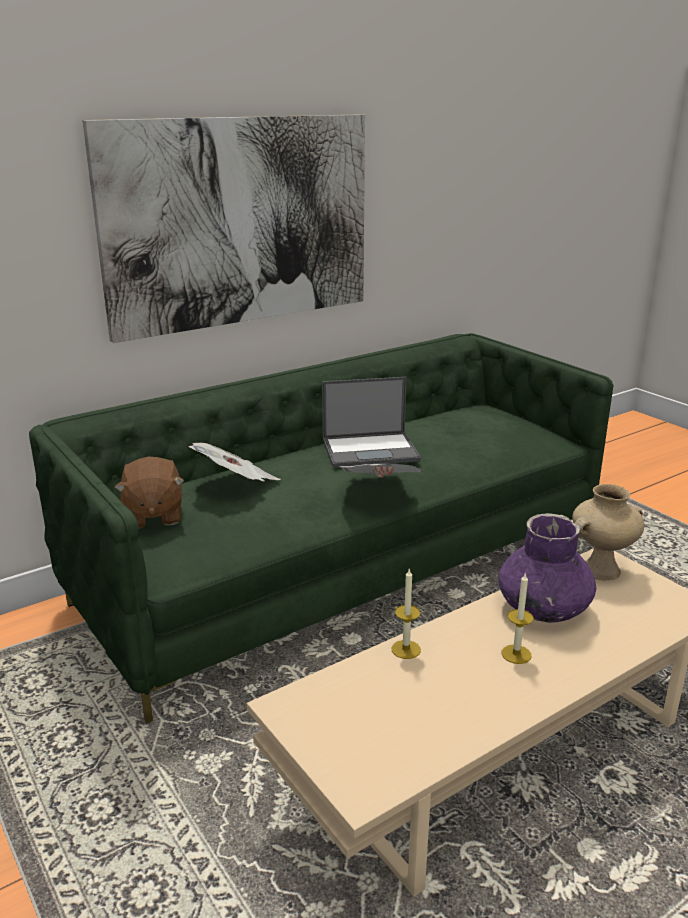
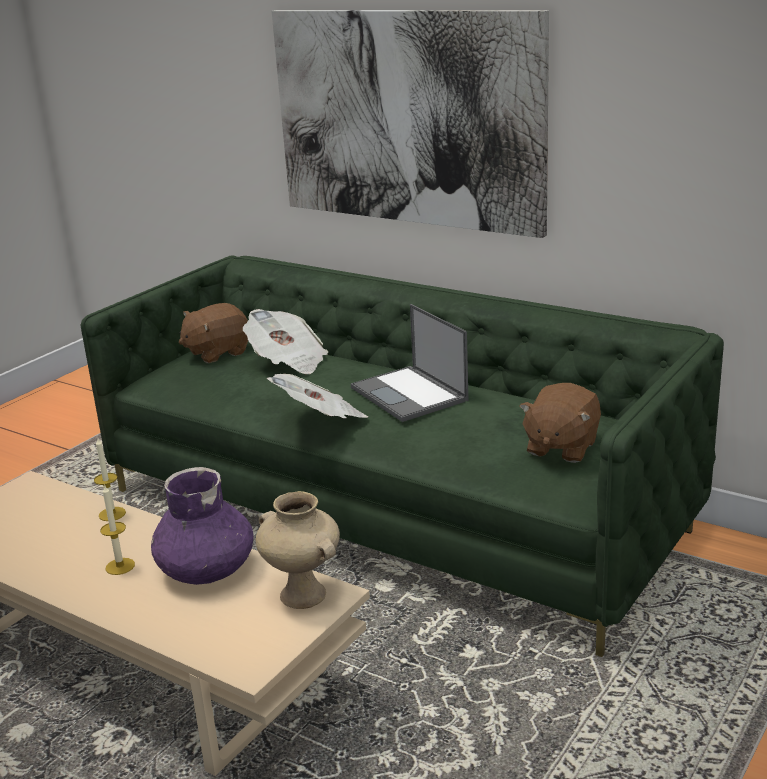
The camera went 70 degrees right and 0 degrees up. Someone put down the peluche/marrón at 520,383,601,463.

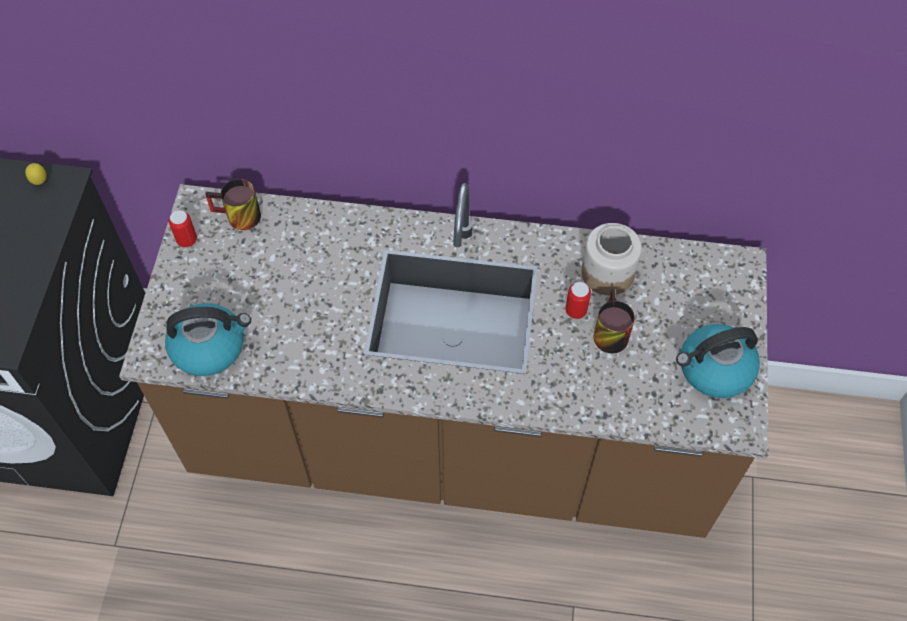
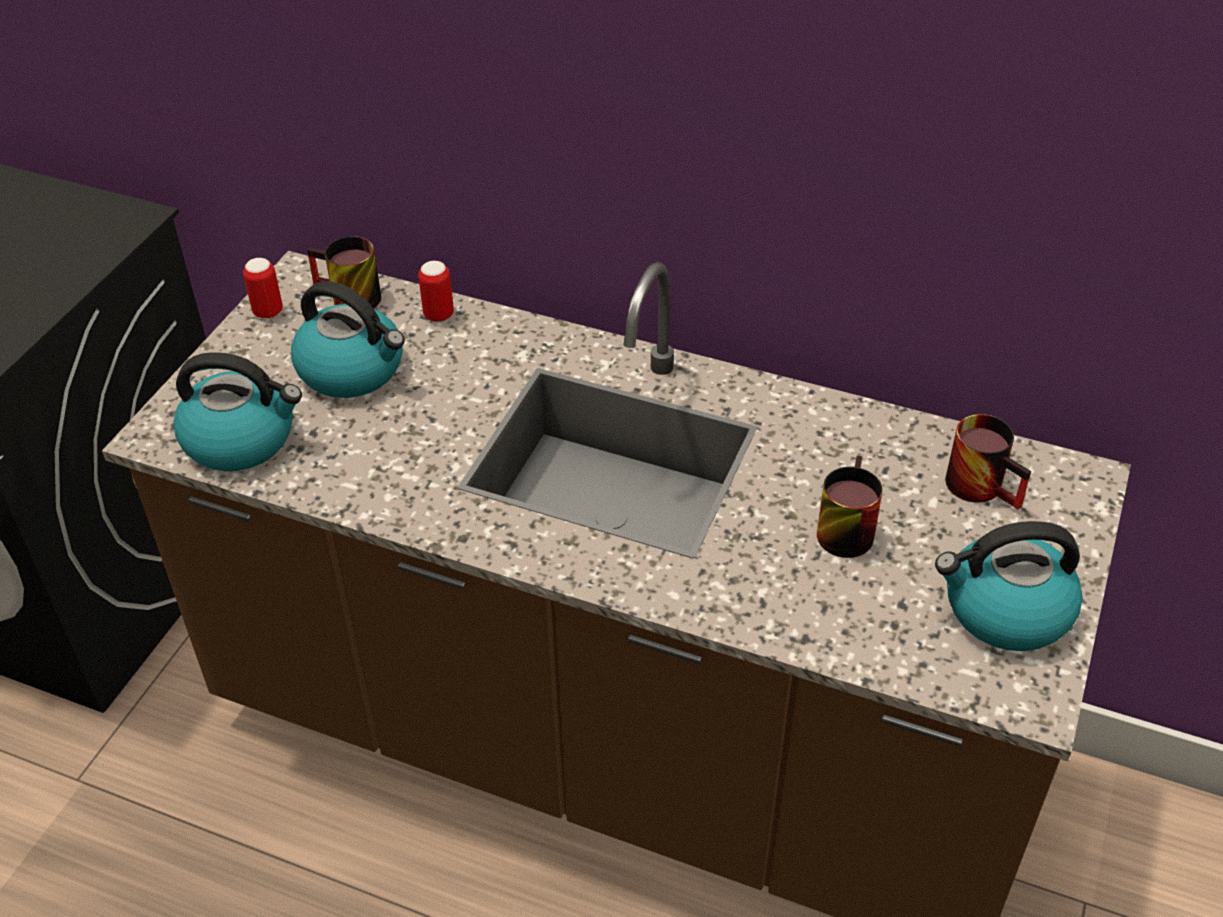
The camera went 15 degrees right and 15 degrees down. Someone took away the limón at 25,163,47,185. Someone took away the tarro at 581,223,642,295. Someone put down the hervidor at 291,281,405,398. Someone put down the taza grande at 945,414,1031,510. Someone carried the lata from 565,282,591,319 to 418,261,454,322.

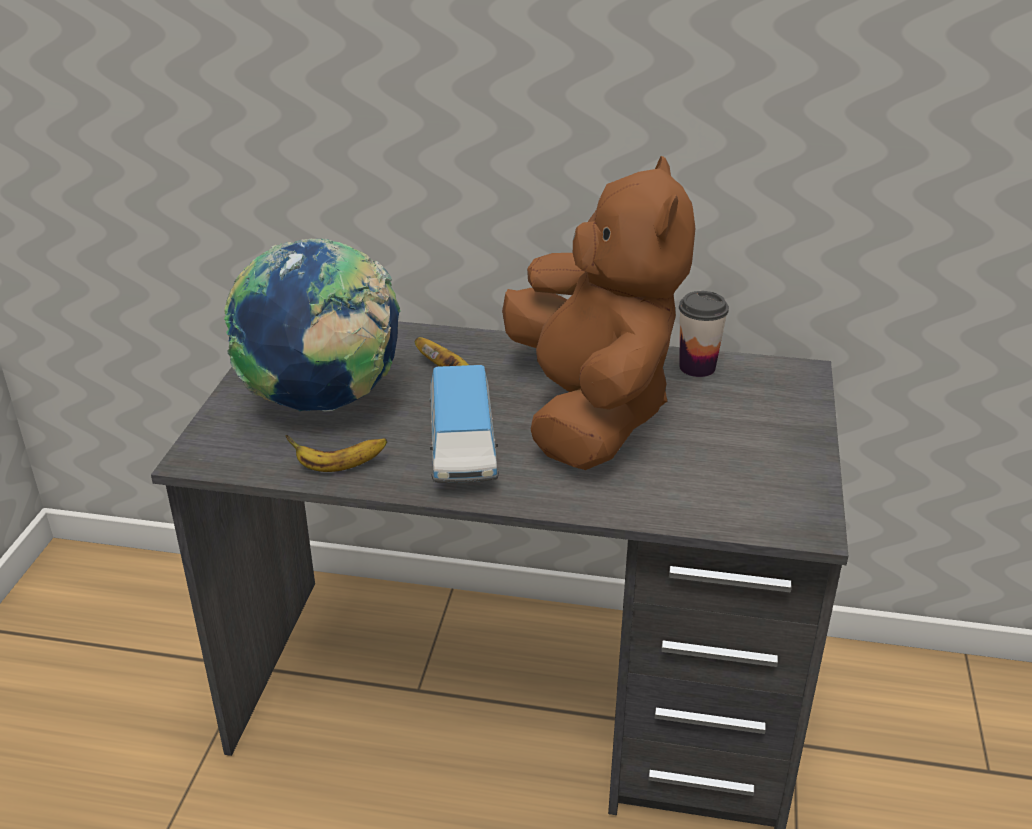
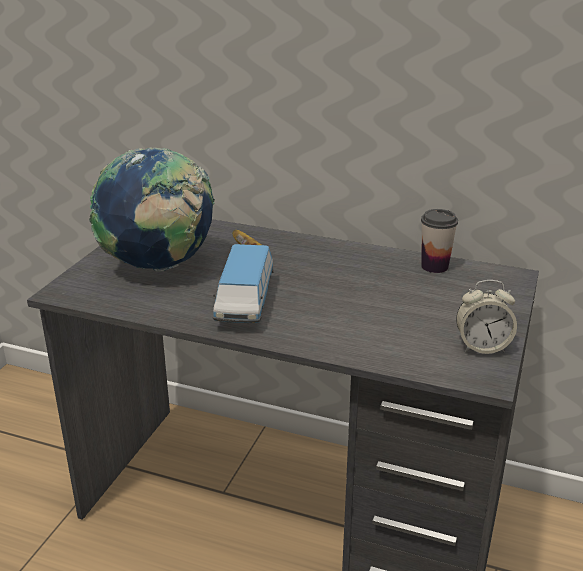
The camera went 10 degrees right and 5 degrees down. Someone took away the plátano at 285,435,387,472. Someone took away the peluche/marrón at 502,156,696,470. Someone put down the despertador at 456,280,517,354.

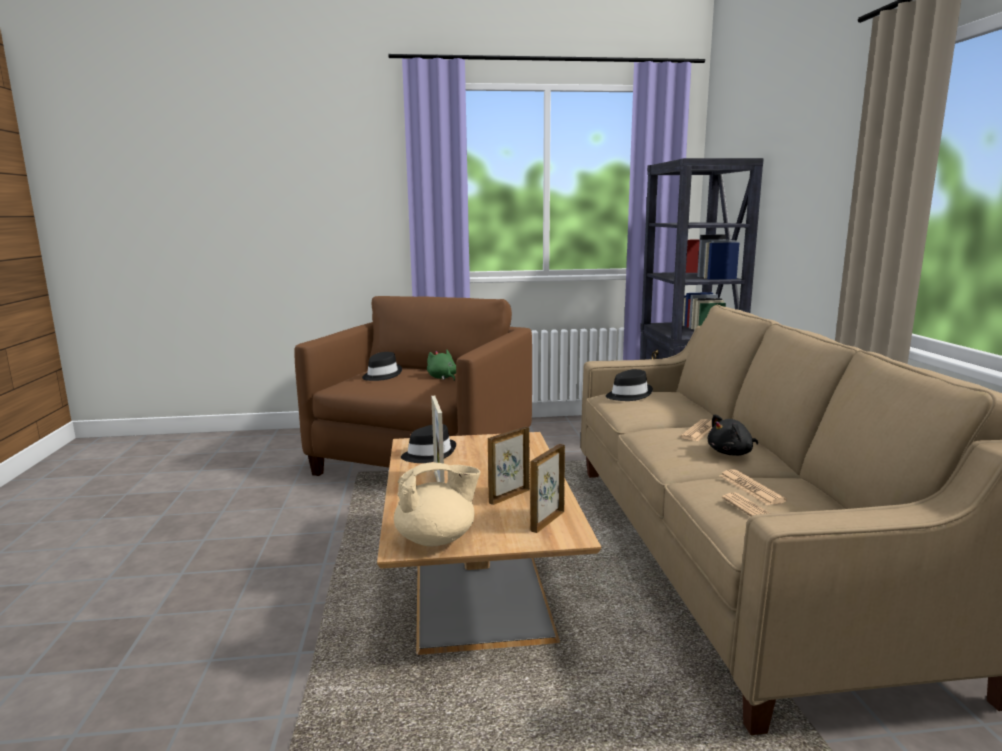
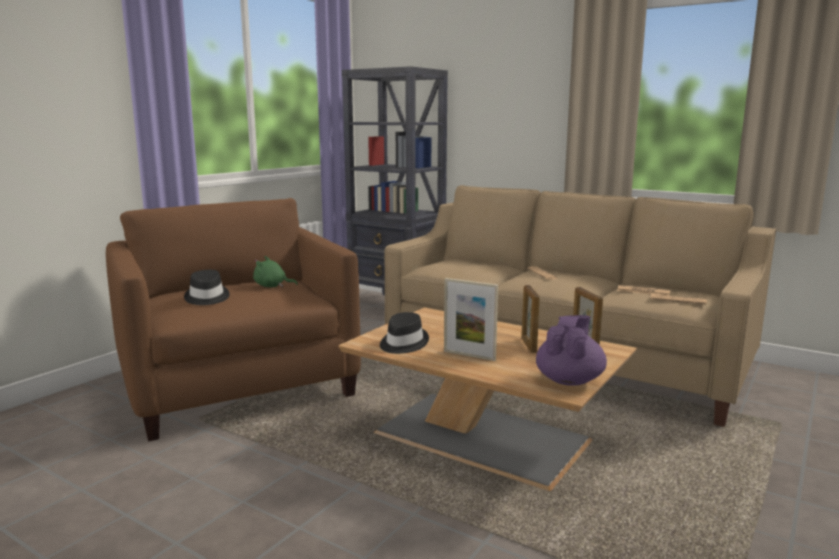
The camera went 50 degrees left and 0 degrees up. Someone took away the sombrero/negro at 606,369,653,401. Someone took away the peluche/negro at 708,414,758,456. Someone repainted the tetera/beis at 394,463,481,546, which became the tetera/morado at 536,315,607,386.

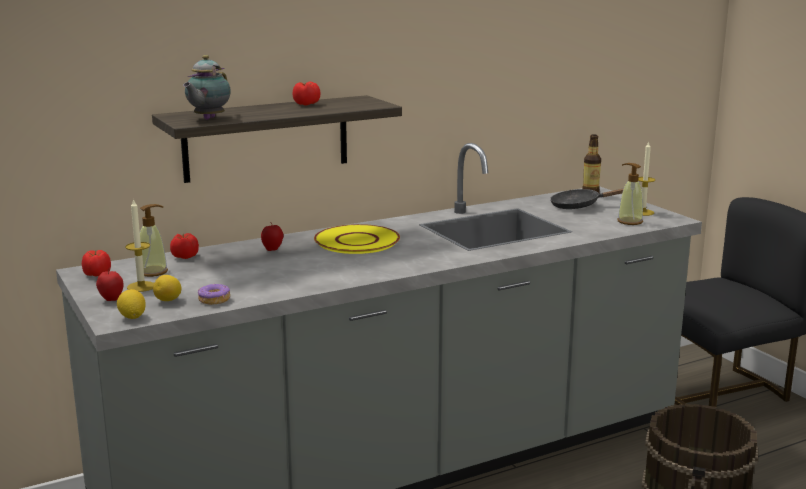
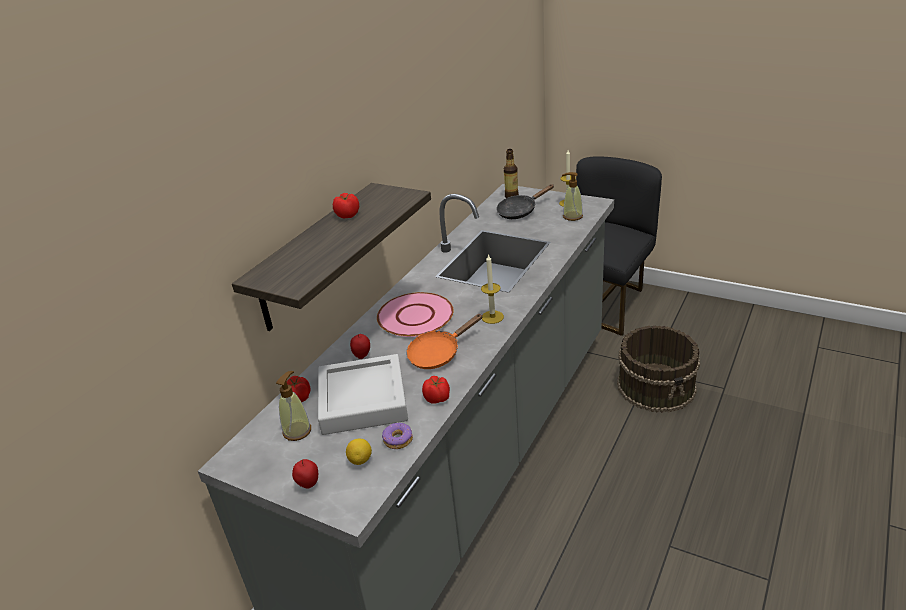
The camera went 30 degrees left and 15 degrees up. Someone took away the limón at 117,289,146,319. Someone took away the tetera at 183,55,231,120. Someone put down the bandeja/gris at 318,354,408,435. Someone put down the sartén/naranja at 406,314,483,369. Someone carried the tomate from 82,250,111,277 to 422,376,450,404. Someone carried the vela from 125,198,154,292 to 481,254,504,324. Someone repainted the plato/amarillo at 314,224,400,254, which became the plato/rosa at 377,292,453,337.

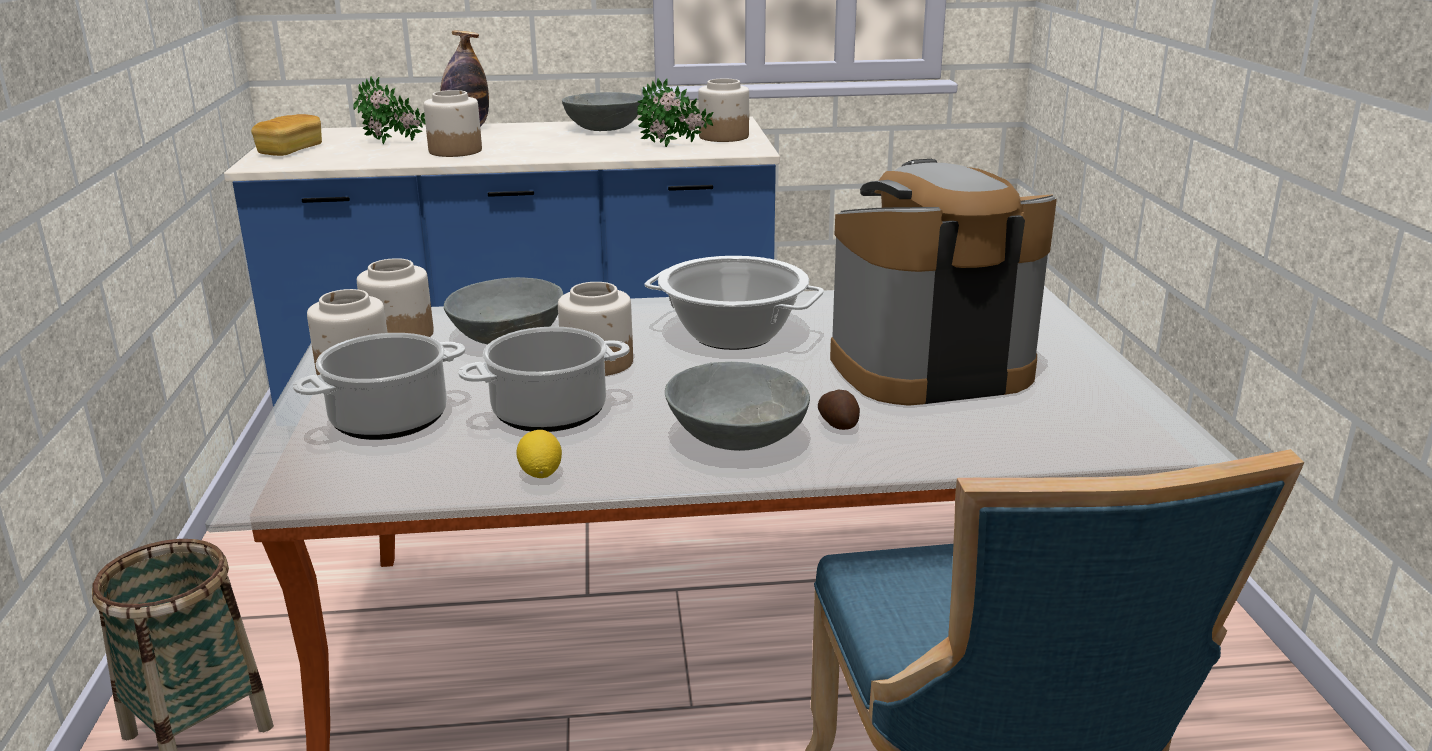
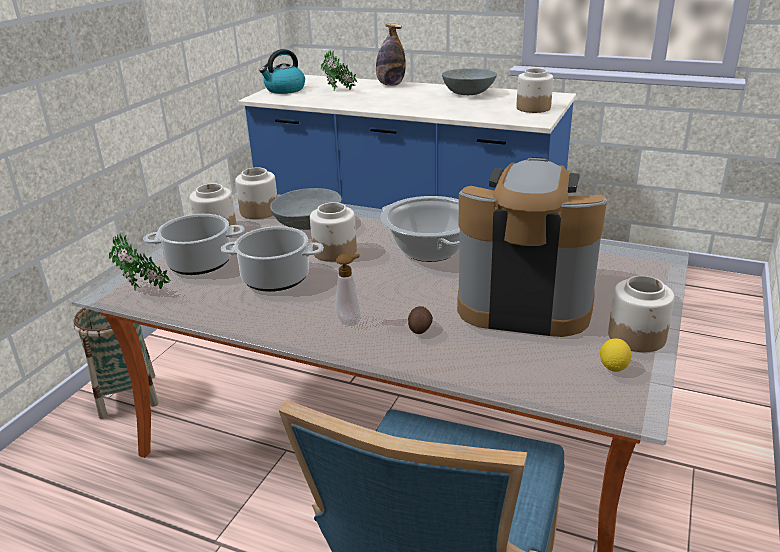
The camera went 30 degrees right and 5 degrees up. Someone carried the tarro from 424,90,482,157 to 608,276,675,352. Someone carried the limón from 517,430,562,478 to 600,338,632,372. Someone carried the planta en maceta from 637,78,713,147 to 109,233,171,291. Someone swapped the pan at 251,114,322,156 for the hervidor at 259,49,305,94. Someone swapped the cuenco/gris at 665,362,810,451 for the dispensador de jabón at 335,254,361,326.

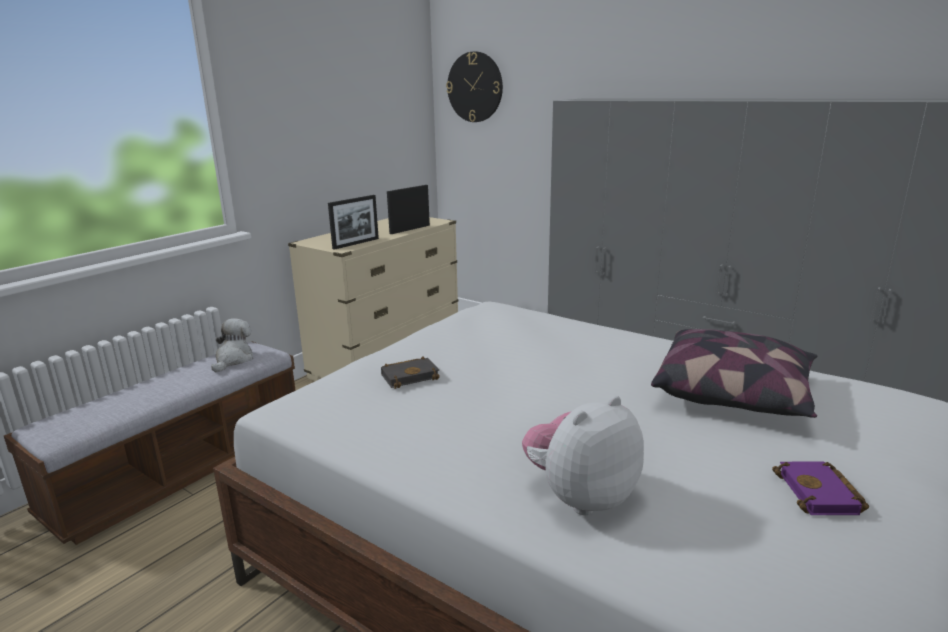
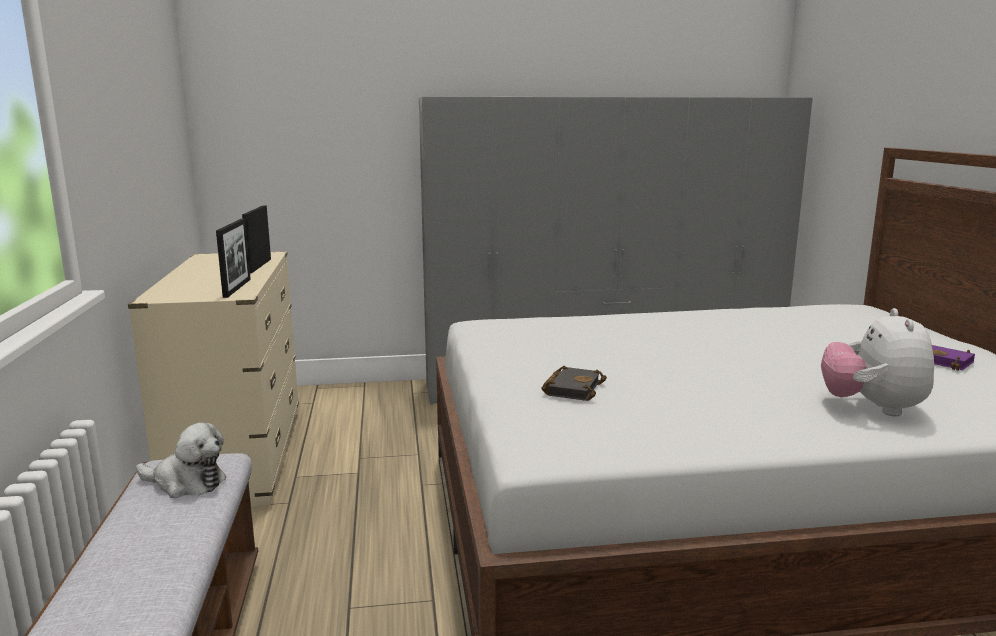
The camera went 45 degrees left and 5 degrees down. Someone took away the reloj de pared at 446,51,503,122. Someone took away the cojín at 651,329,818,418. Someone rotated the peluche at 211,318,253,372 by 135 degrees clockwise.

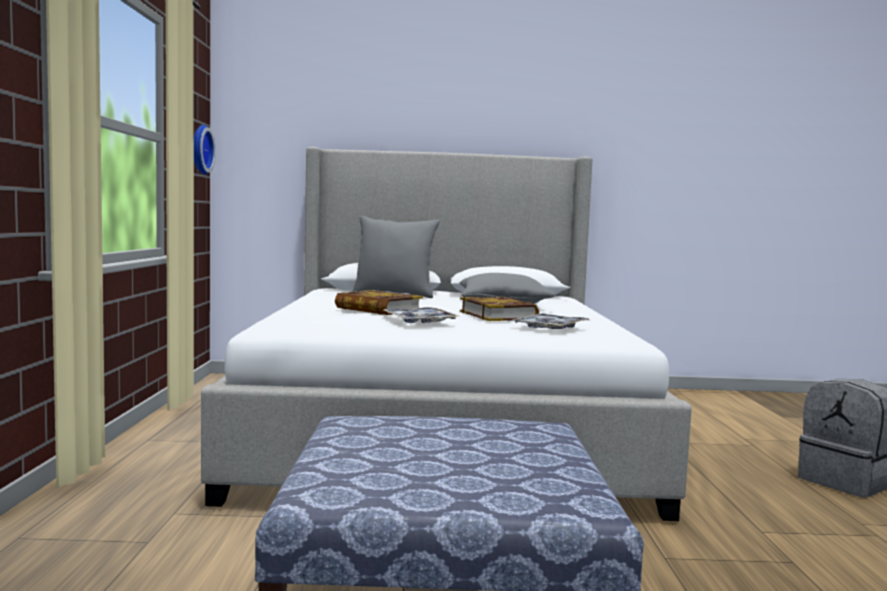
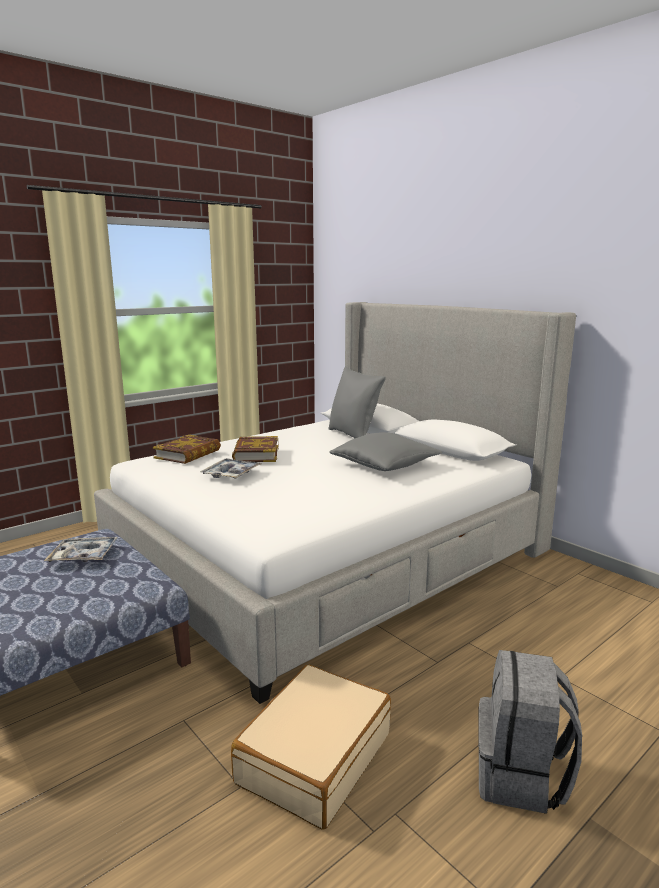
The camera went 50 degrees right and 10 degrees up. Someone took away the reloj de pared at 194,125,216,175. Someone put down the maleta/beis at 231,665,391,830. Someone carried the libro from 460,296,539,321 to 153,435,221,464. Someone carried the bandeja from 512,313,589,329 to 44,537,118,562.

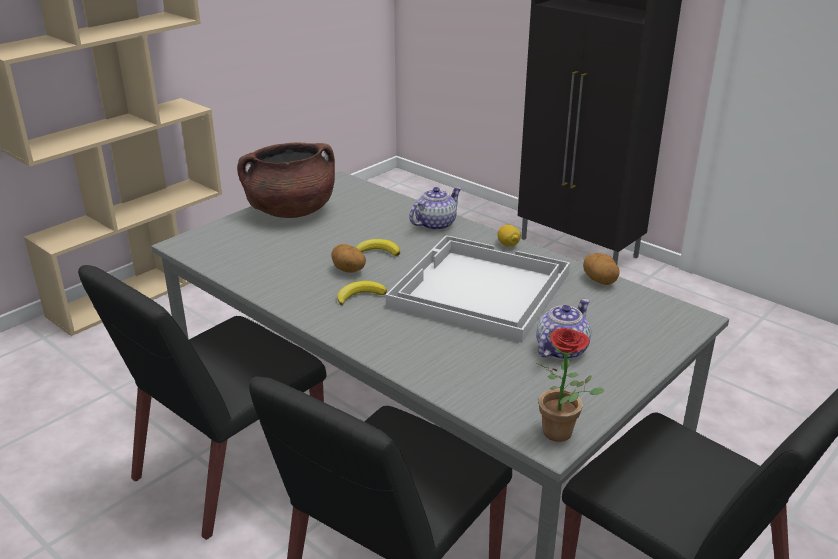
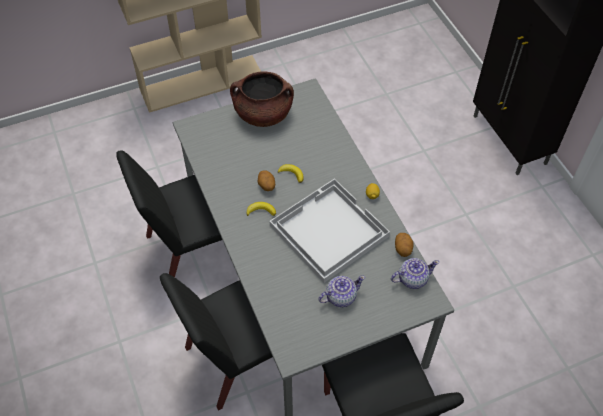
The camera went 25 degrees right and 25 degrees up. Someone took away the planta en maceta at 537,328,604,442. Someone carried the tetera from 409,187,461,231 to 391,258,439,289.

